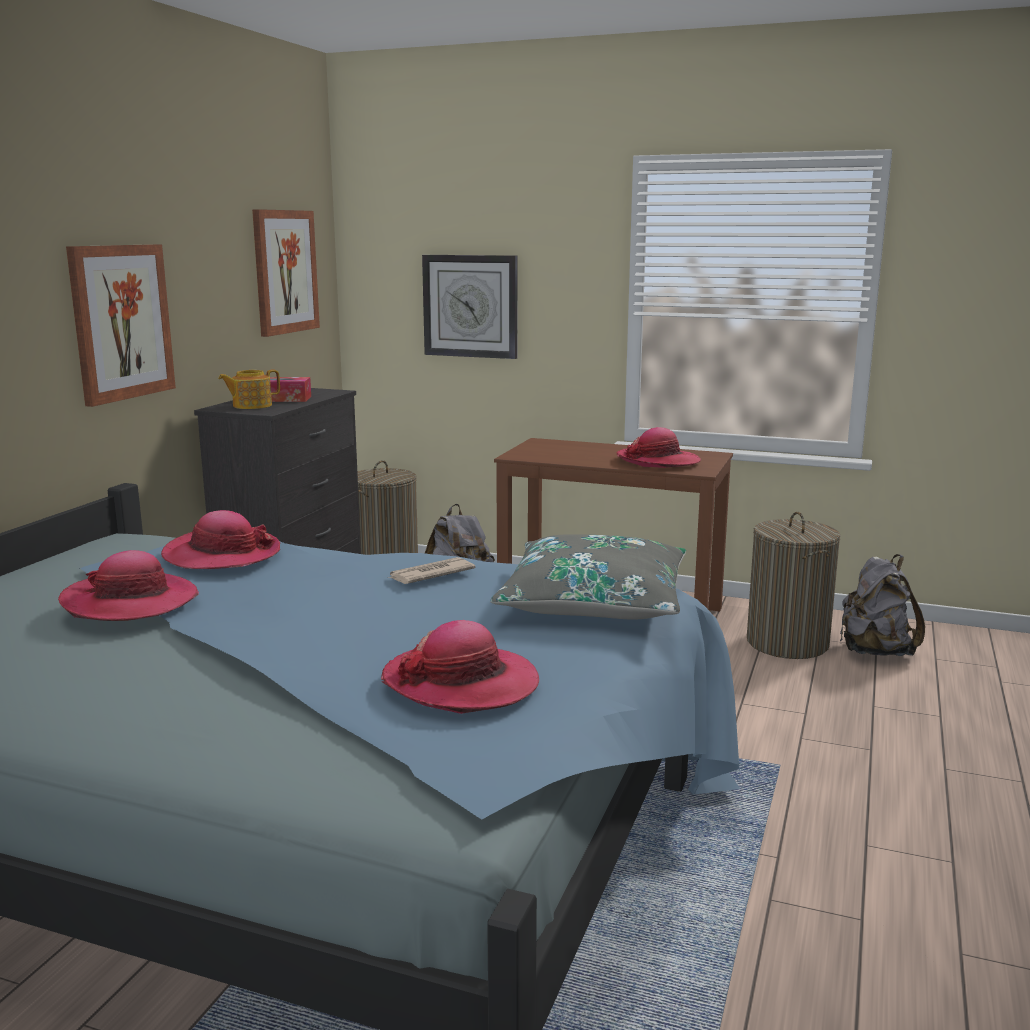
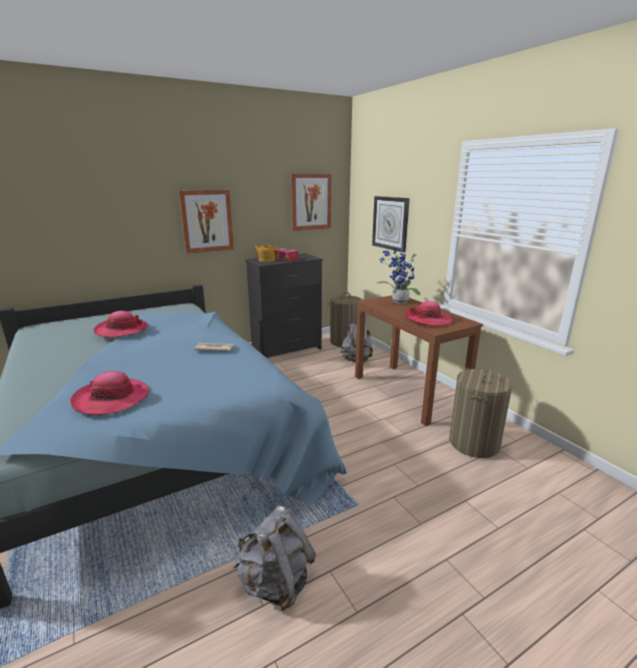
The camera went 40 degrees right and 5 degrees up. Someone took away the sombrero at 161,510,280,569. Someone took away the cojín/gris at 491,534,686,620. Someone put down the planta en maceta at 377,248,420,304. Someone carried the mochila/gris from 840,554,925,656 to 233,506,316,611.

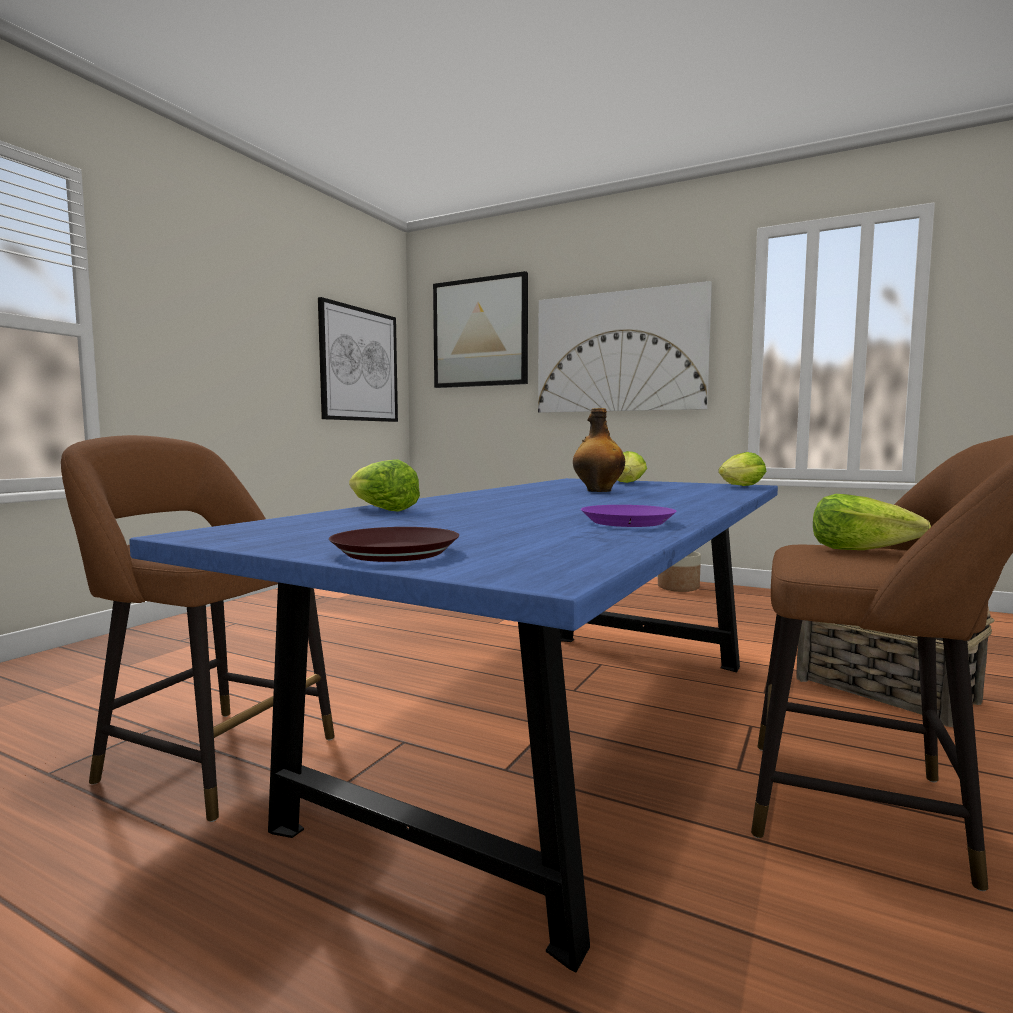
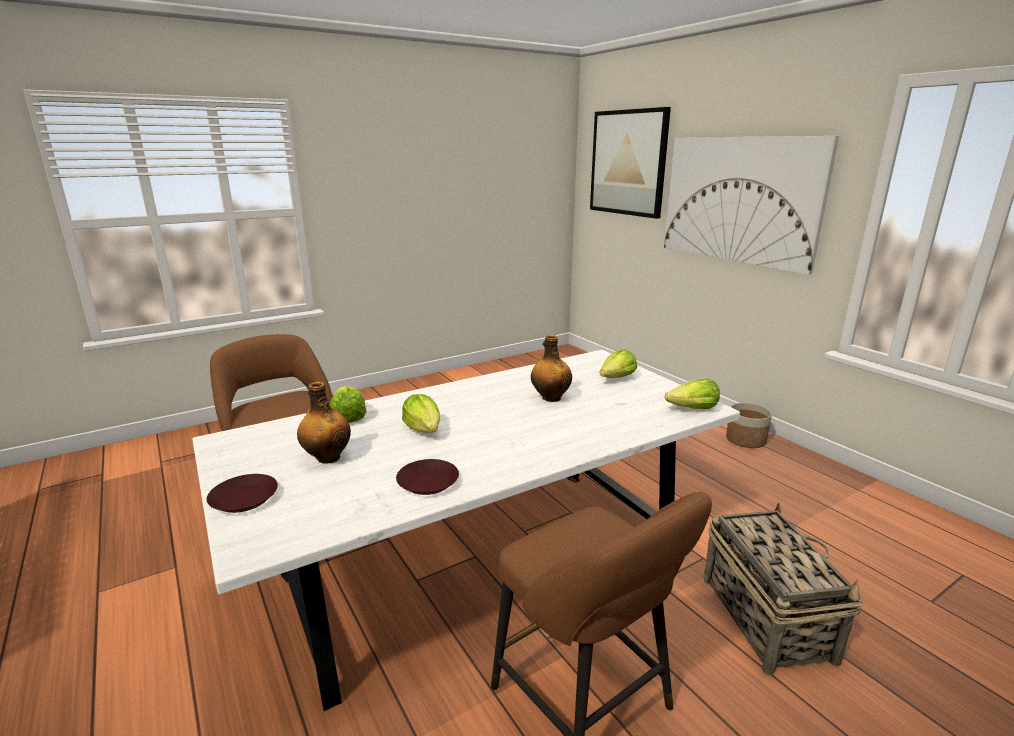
The camera went 30 degrees right and 15 degrees up. Someone took away the cuadro at 318,297,398,422. Someone put down the botella at 297,382,351,464. Someone carried the lechuga from 813,494,931,550 to 402,394,440,433. Someone repainted the mesa de comedor/azul at 129,478,778,972, which became the mesa de comedor/blanco at 192,350,740,711. Someone repainted the plato/morado at 581,505,676,527, which became the plato/marrón at 396,459,459,495.

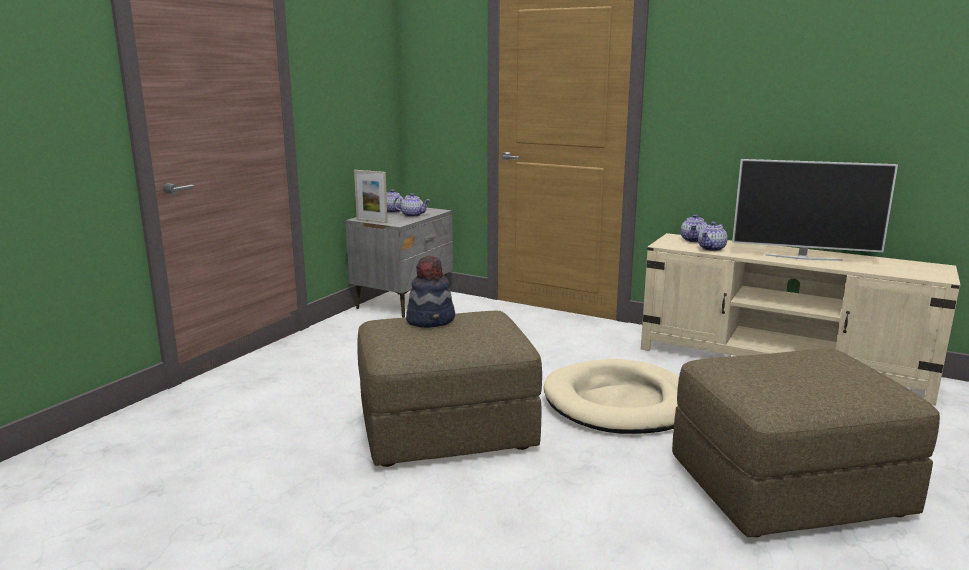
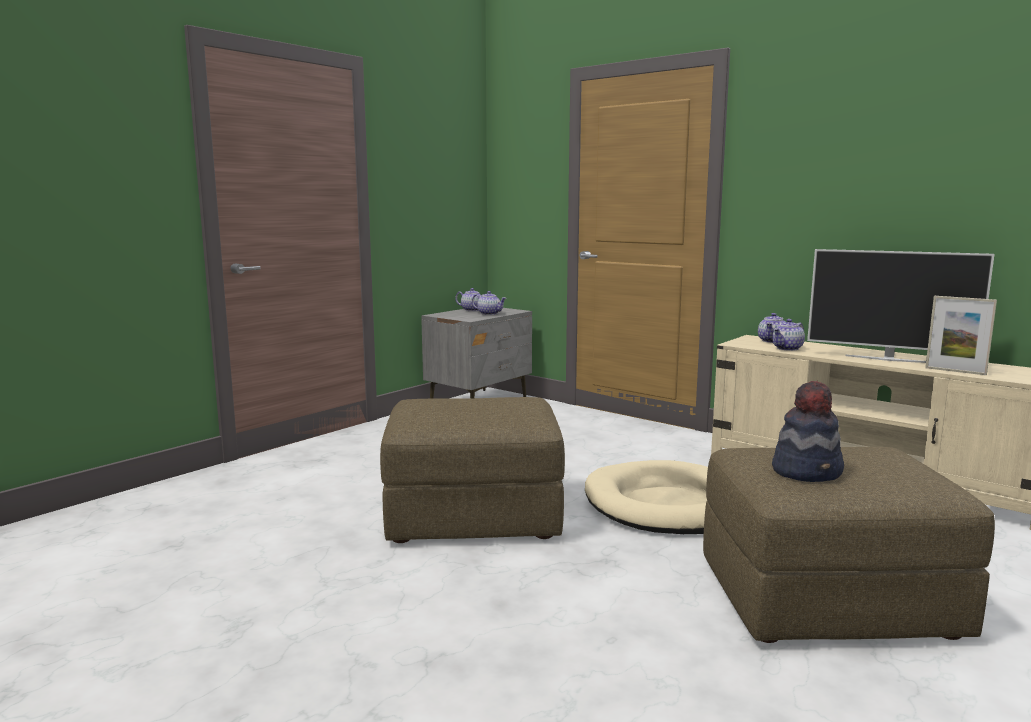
The camera went 10 degrees right and 5 degrees down. Someone carried the portarretratos from 354,170,388,223 to 925,296,997,375. Someone carried the sombrero from 406,255,455,328 to 772,381,844,482.

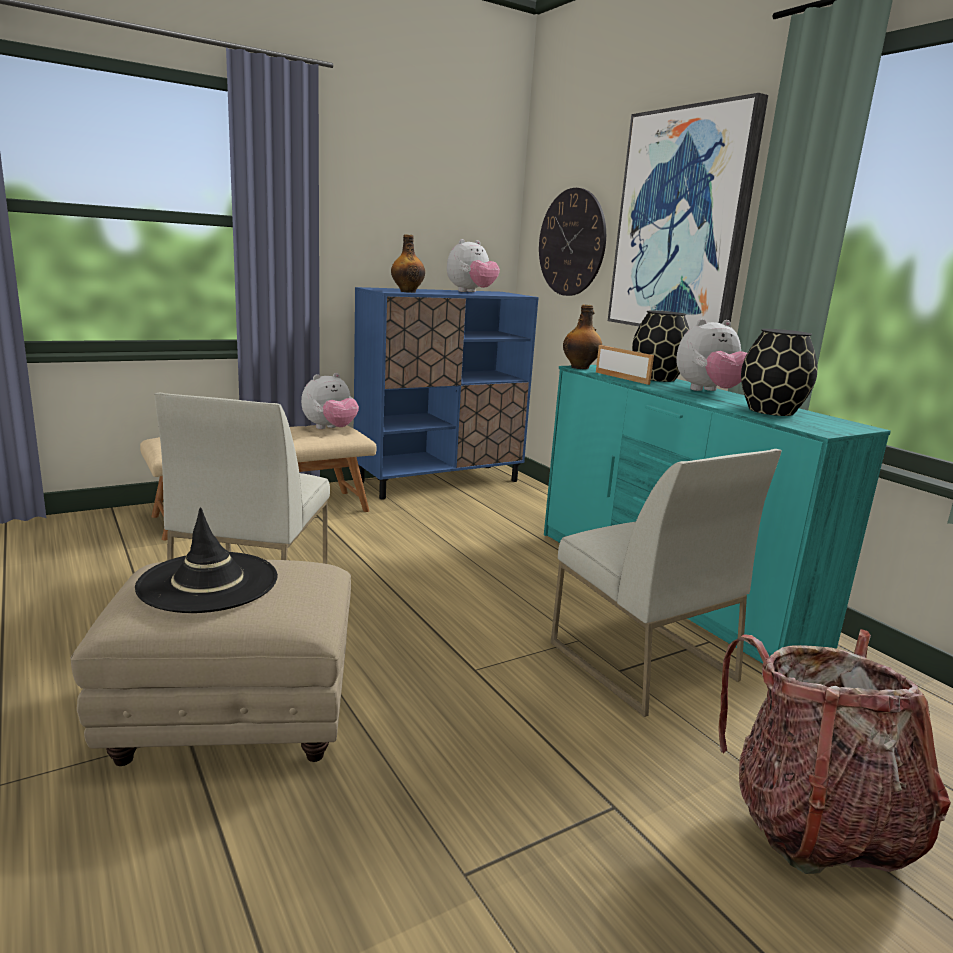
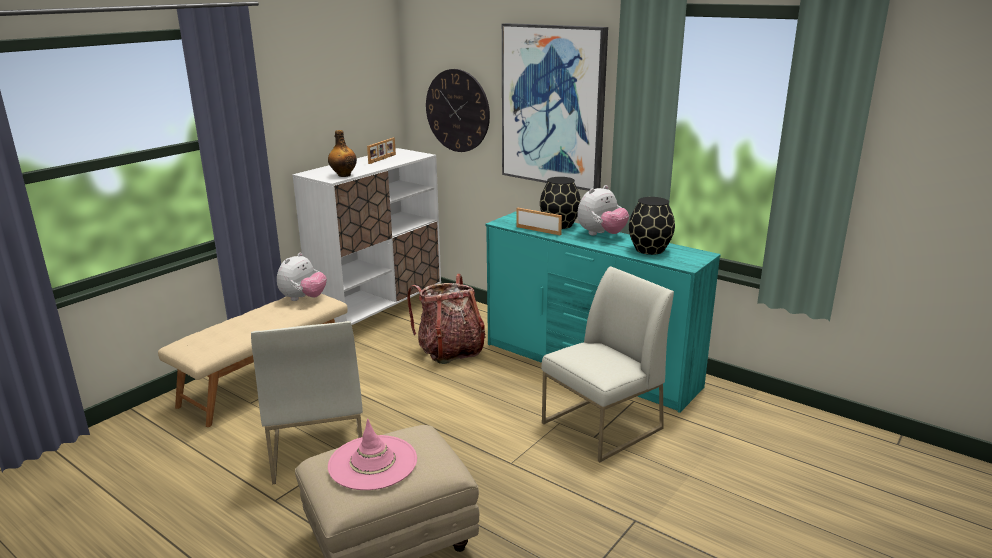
The camera went 20 degrees left and 5 degrees up. Someone took away the botella at 563,304,602,369. Someone carried the mochila from 718,629,951,874 to 407,274,485,364. Someone swapped the peluche at 447,239,500,292 for the portarretratos at 367,138,396,164. Someone repainted the sombrero/negro at 135,507,278,613, which became the sombrero/rosa at 328,419,417,490. Someone repainted the armario/azul at 354,287,539,500, which became the armario/blanco at 292,148,441,325. Someone rotated the silla/blanco at 551,449,782,717 by 75 degrees counterclockwise.

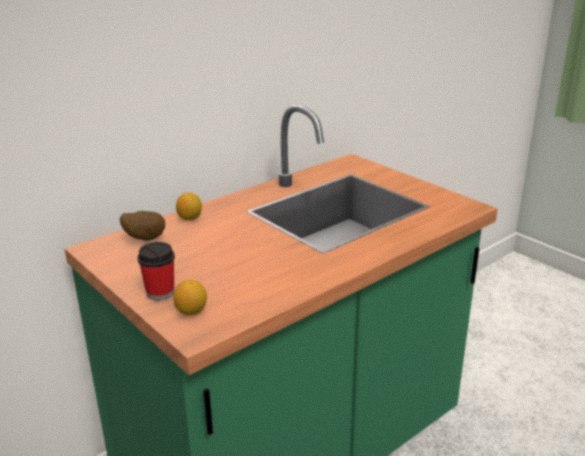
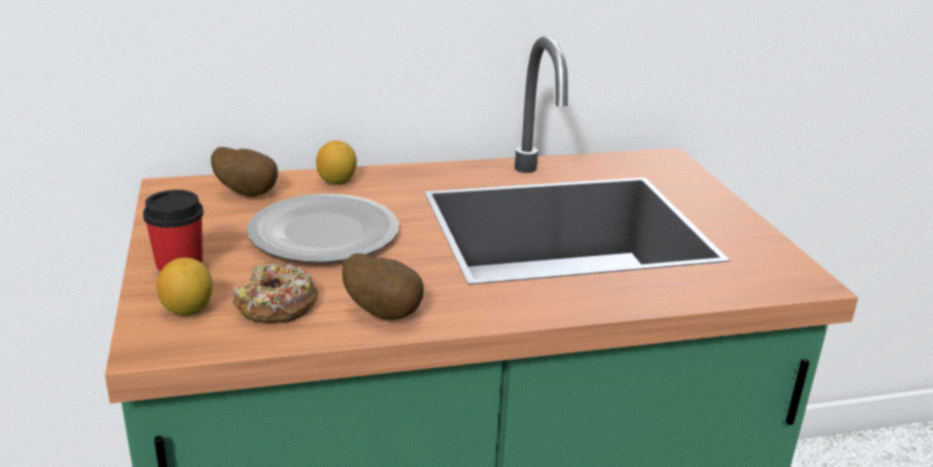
The camera went 25 degrees right and 0 degrees up. Someone put down the rosquilla at 233,264,318,323. Someone put down the plato at 247,194,399,263. Someone put down the patata at 342,253,424,320.

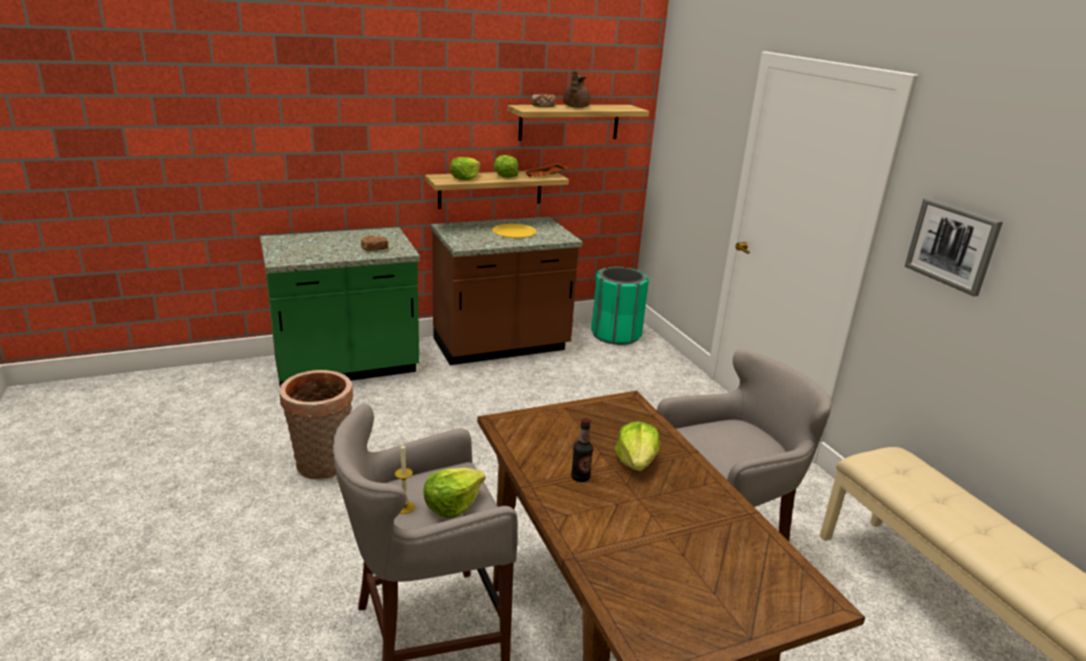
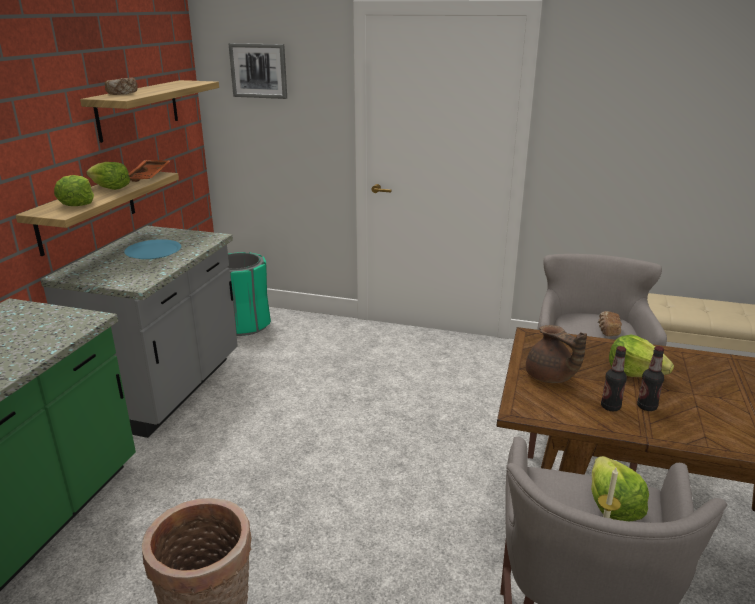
The camera went 50 degrees left and 0 degrees up. Someone put down the botella at 601,346,627,411. Someone carried the pan from 361,235,388,251 to 598,311,622,336. Someone carried the tetera/marrón from 563,70,590,108 to 526,325,587,383. Someone carried the cuadro from 905,198,1003,297 to 229,43,287,99. Someone repainted the mueble bajo de cocina/marrón at 431,217,583,365, which became the mueble bajo de cocina/gris at 41,226,238,438. Someone repainted the plato/amarillo at 492,224,536,238, which became the plato/azul at 124,239,181,259.

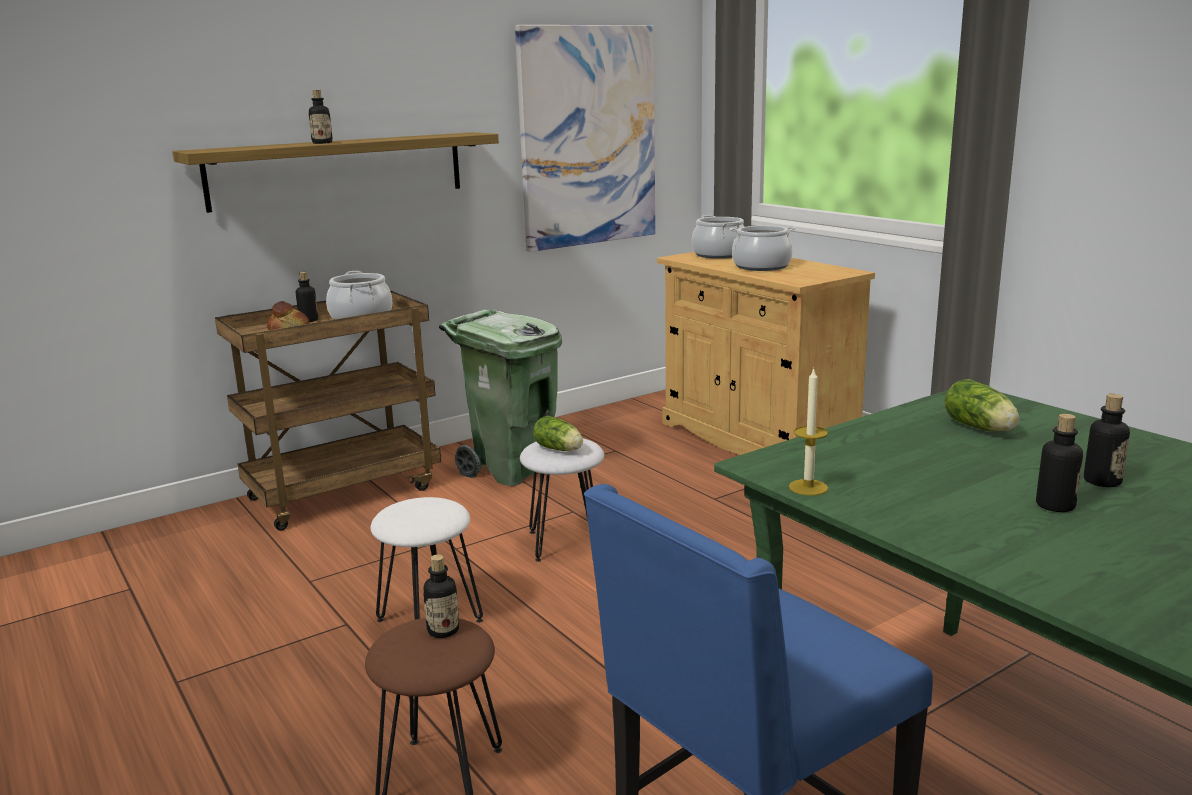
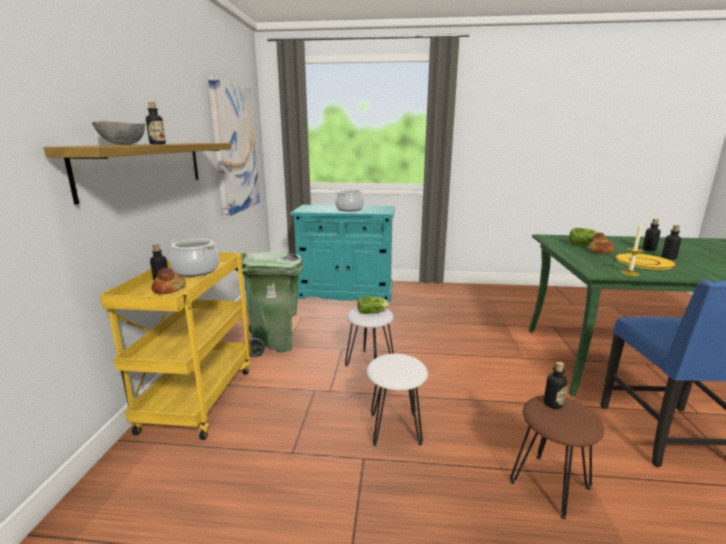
The camera went 50 degrees left and 0 degrees up. Someone took away the olla at 692,215,744,259. Someone put down the cuenco/gris at 92,121,145,145. Someone put down the pan at 588,233,615,253. Someone put down the plato/amarillo at 615,253,676,270. Someone repainted the carrito/marrón at 215,291,441,531, which became the carrito/amarillo at 100,252,251,440. Someone repainted the armario/beis at 657,252,875,455, which became the armario/turquesa at 291,205,395,302.

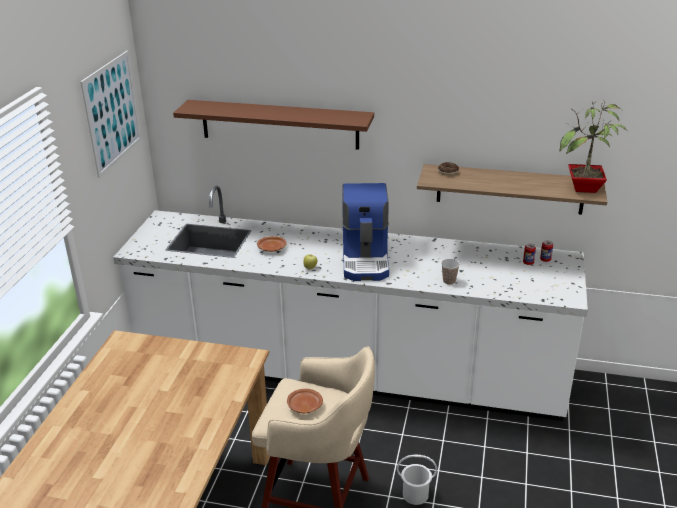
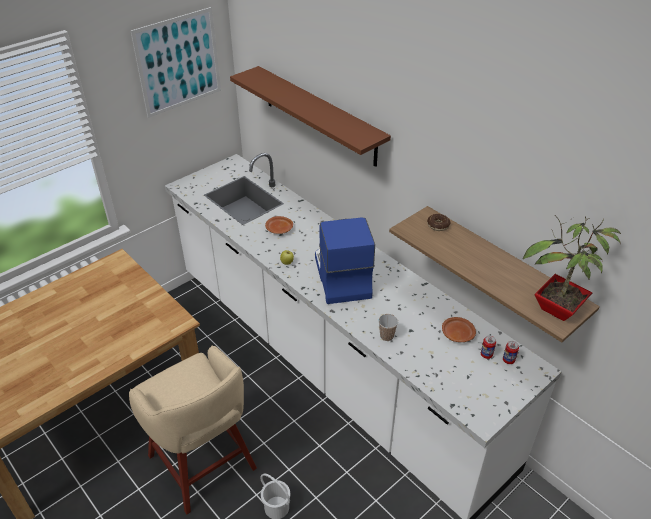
The camera went 35 degrees right and 10 degrees up. Someone carried the plato/marrón from 287,389,323,413 to 442,317,476,342. Someone rotated the cafetera at 342,183,389,281 by 135 degrees clockwise.

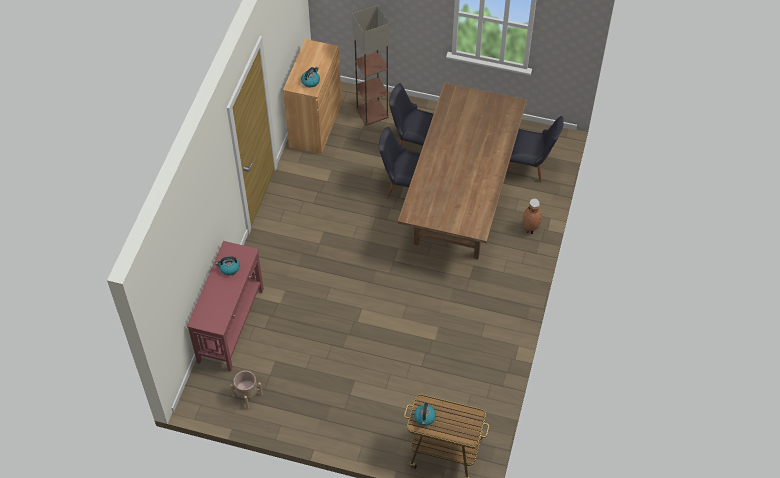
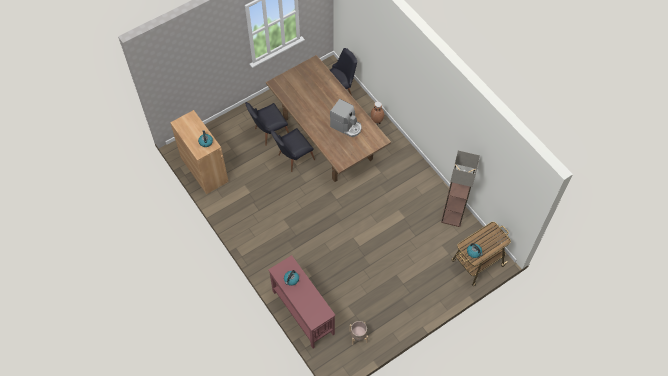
The camera went 50 degrees left and 5 degrees up. Someone put down the cafetera at 330,99,362,137. Someone carried the lámpara de pie from 352,5,390,126 to 441,150,480,227.

